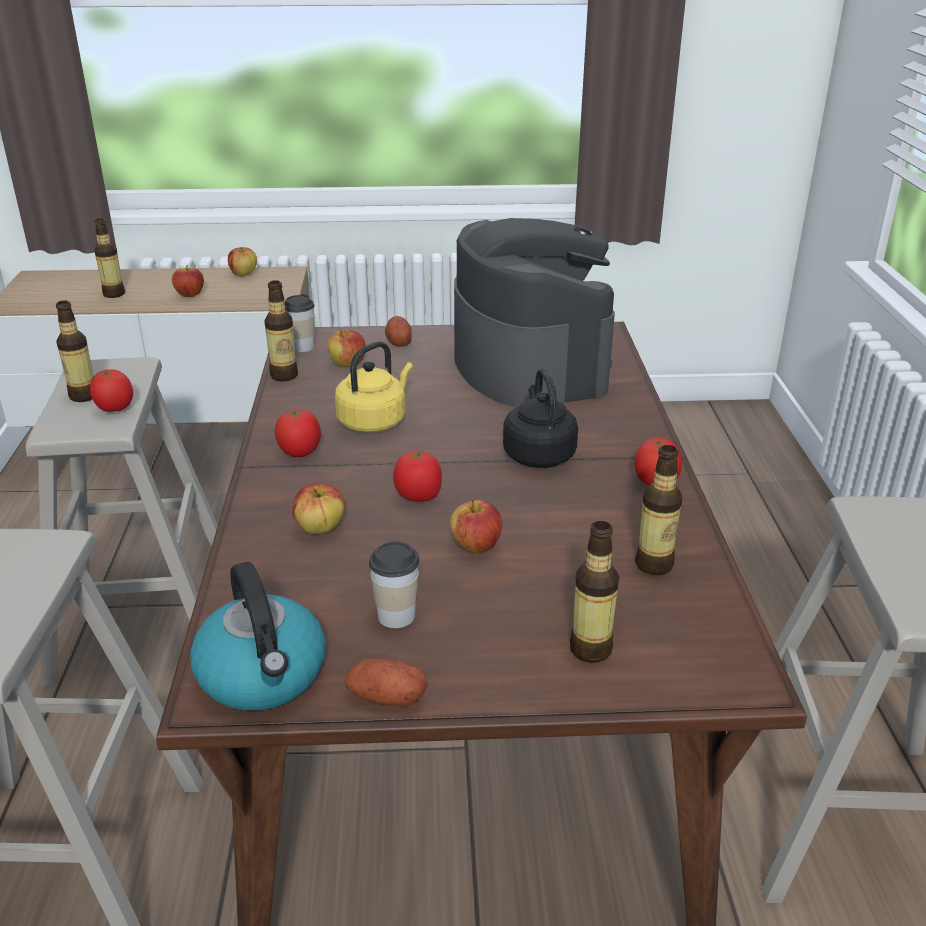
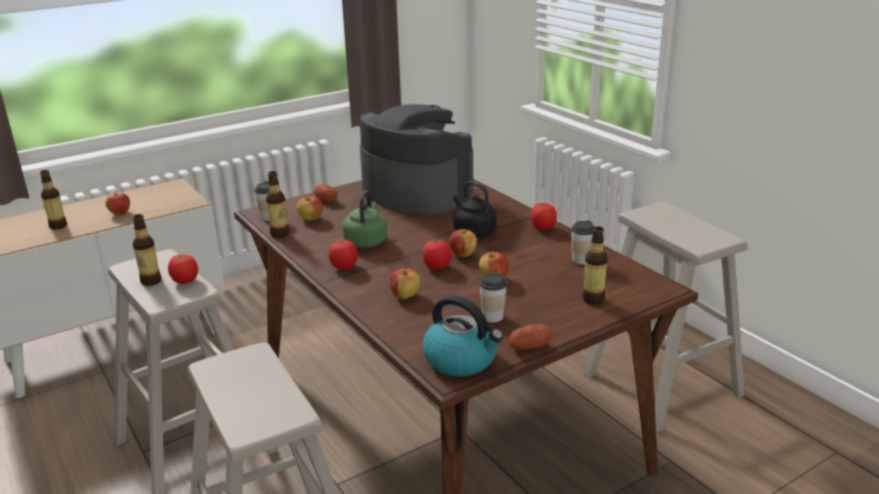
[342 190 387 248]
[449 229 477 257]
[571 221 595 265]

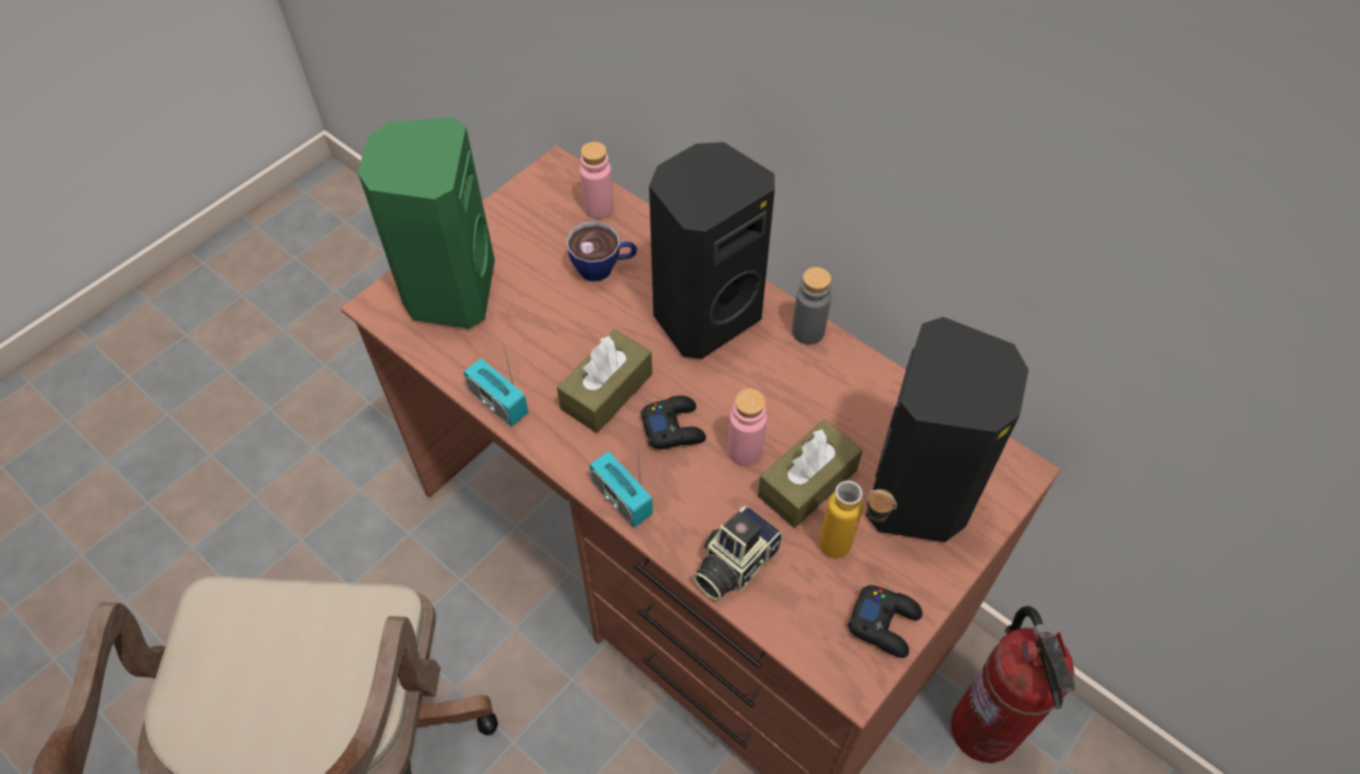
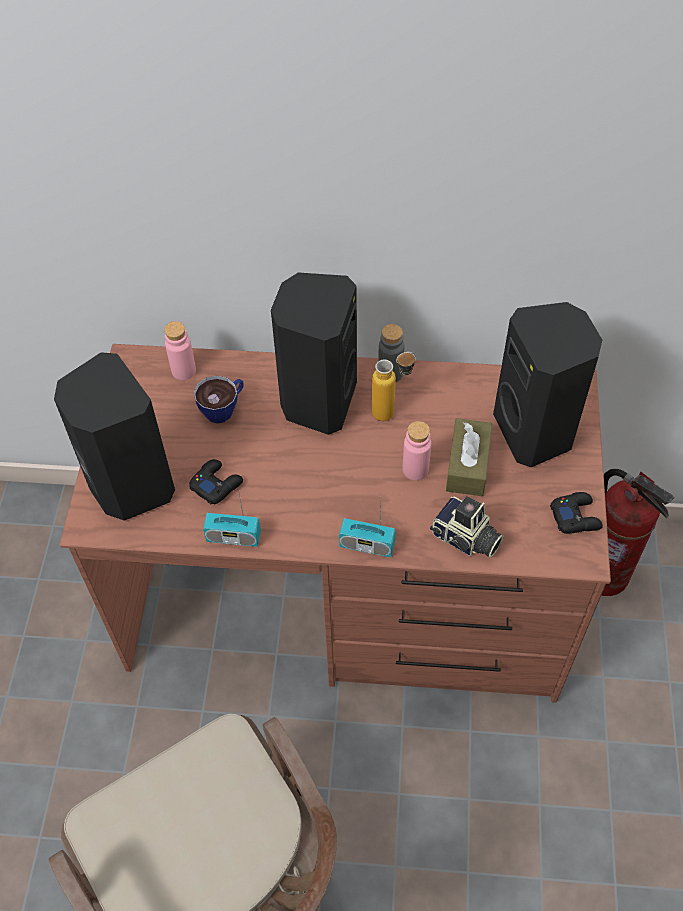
[54 352 175 521]
[189 459 243 504]
[372 352 416 421]
[430 496 504 558]
[557 329 652 433] (first image)

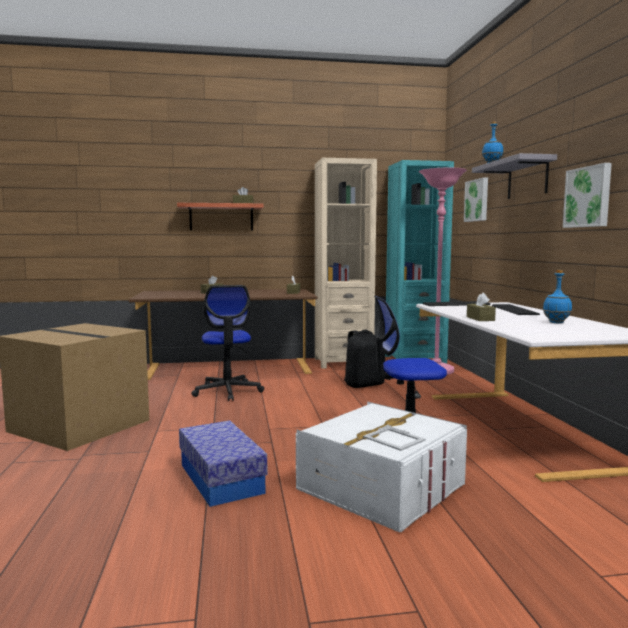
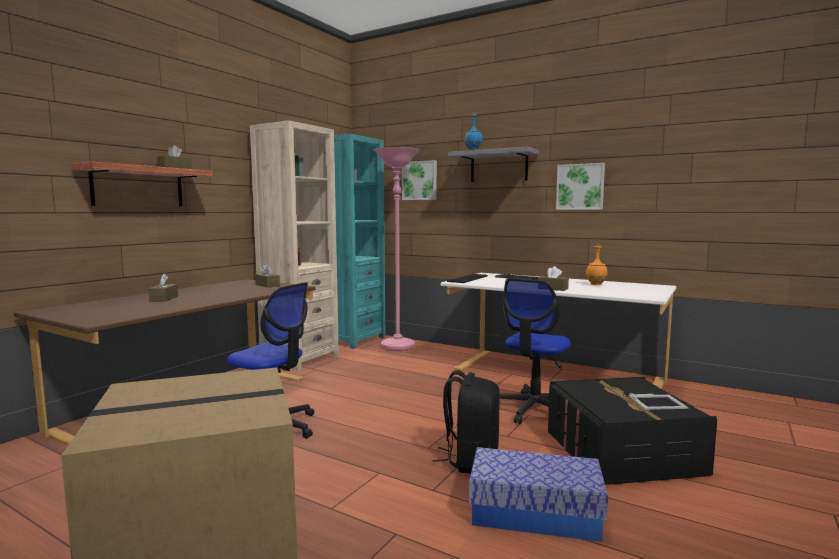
[433 370 500 474]
[548 377 717 485]
[586 244 608 285]

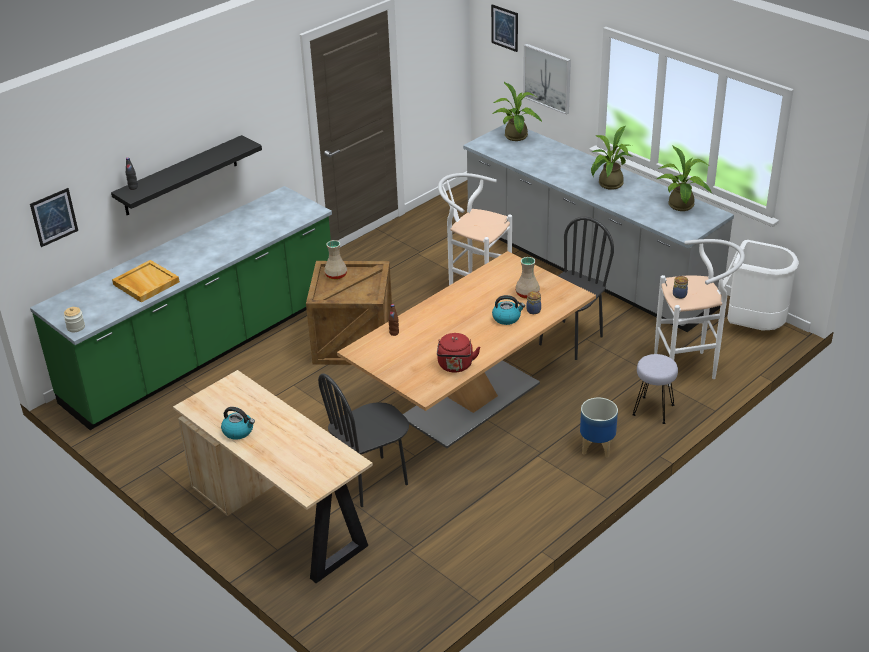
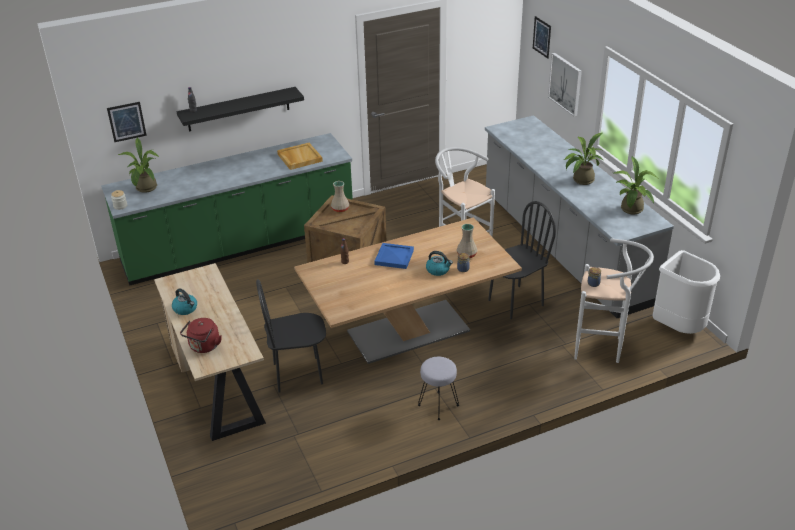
[118 137 159 193]
[180 318 222 353]
[277 143 323 170]
[374 243 414 269]
[418 357 459 420]
[580 398 618 458] (first image)

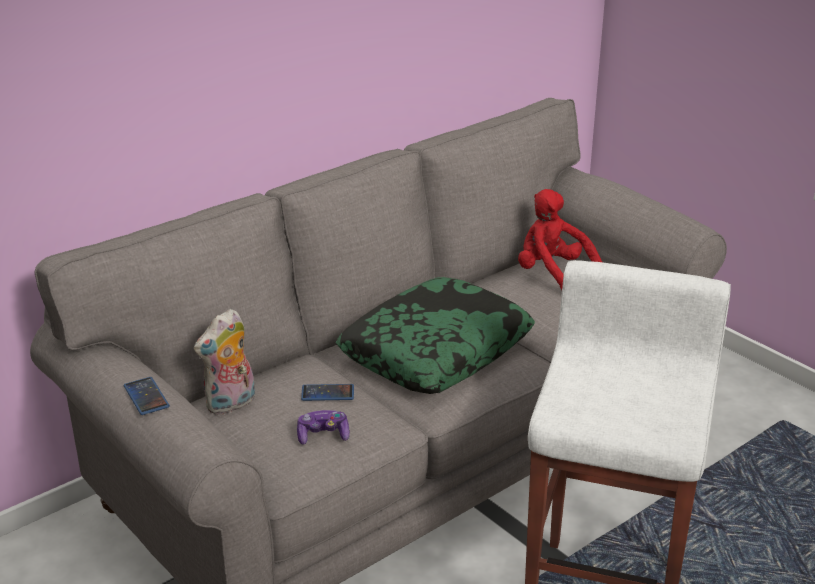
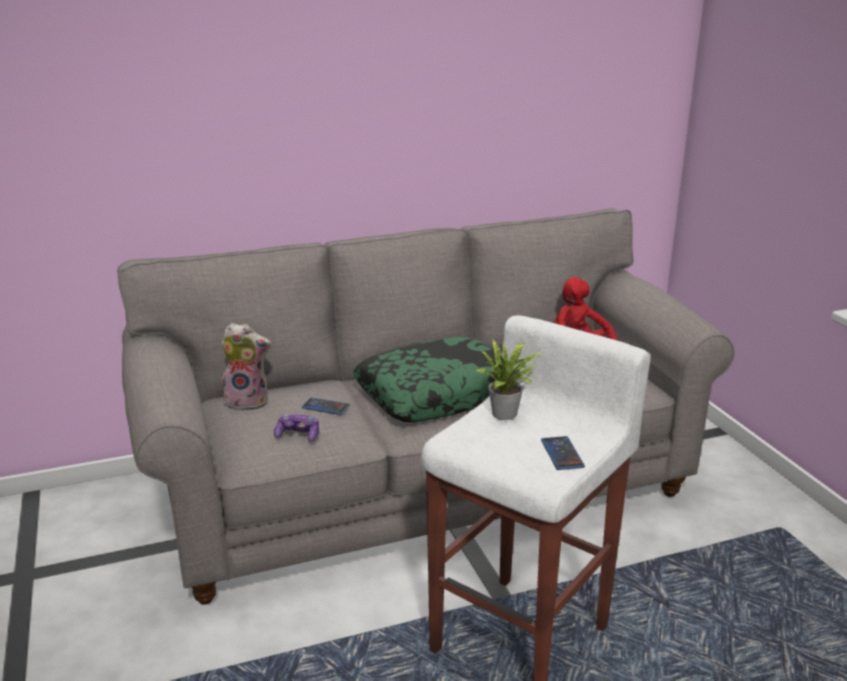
[221 323 271 411]
[476 339 544 420]
[541 436 585 470]

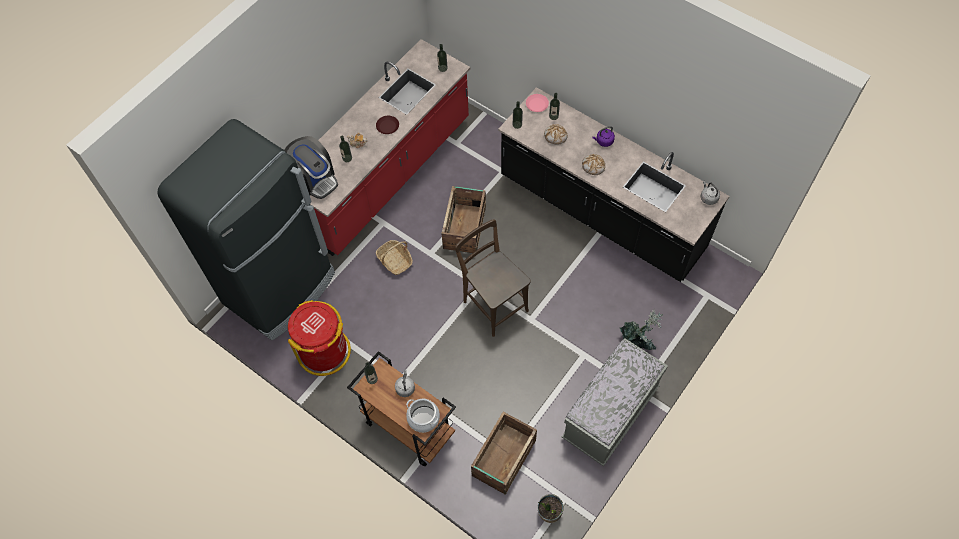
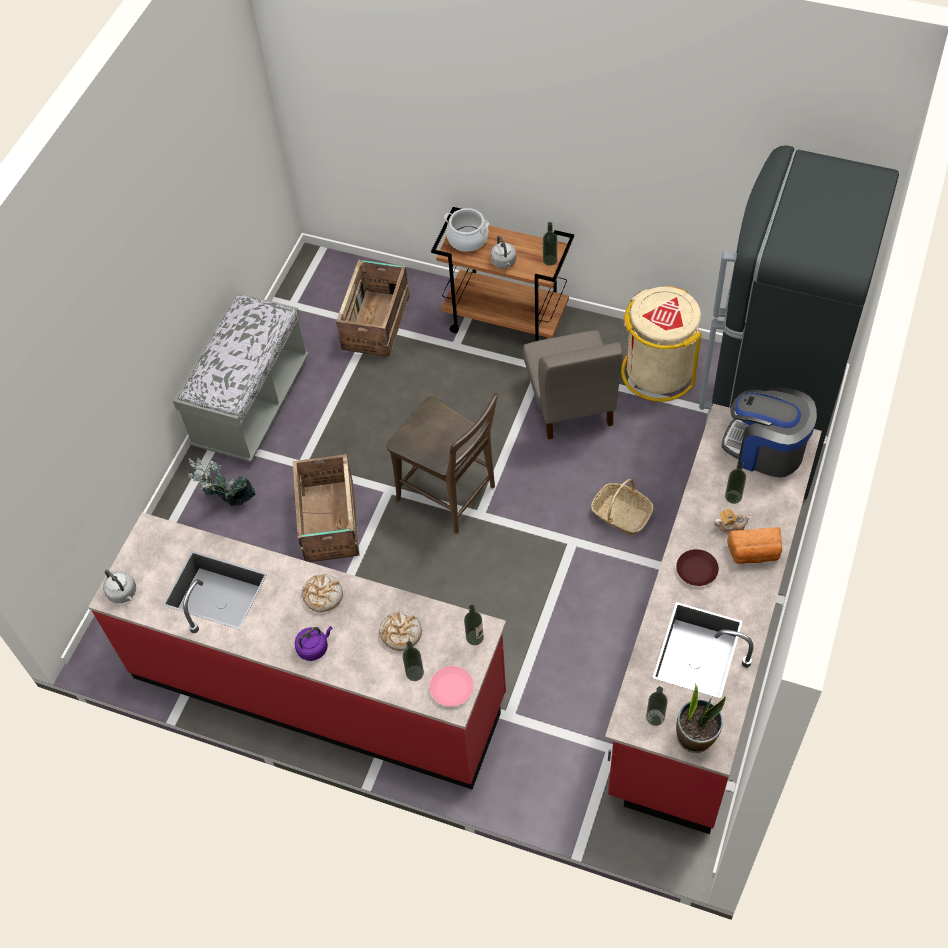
[88 512 506 789]
[293 454 360 562]
[523 330 623 440]
[621 286 701 402]
[676 683 726 753]
[727 527 783 564]

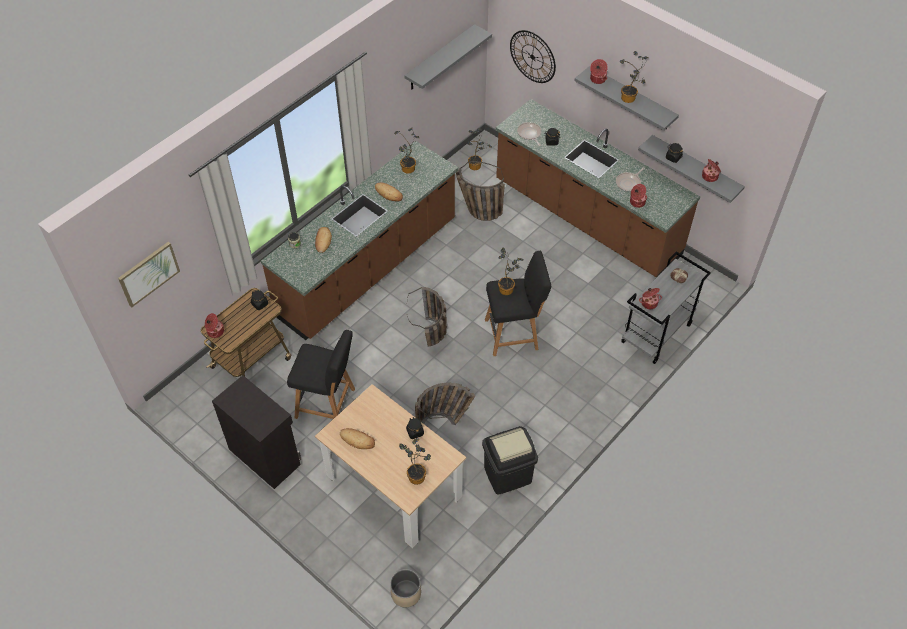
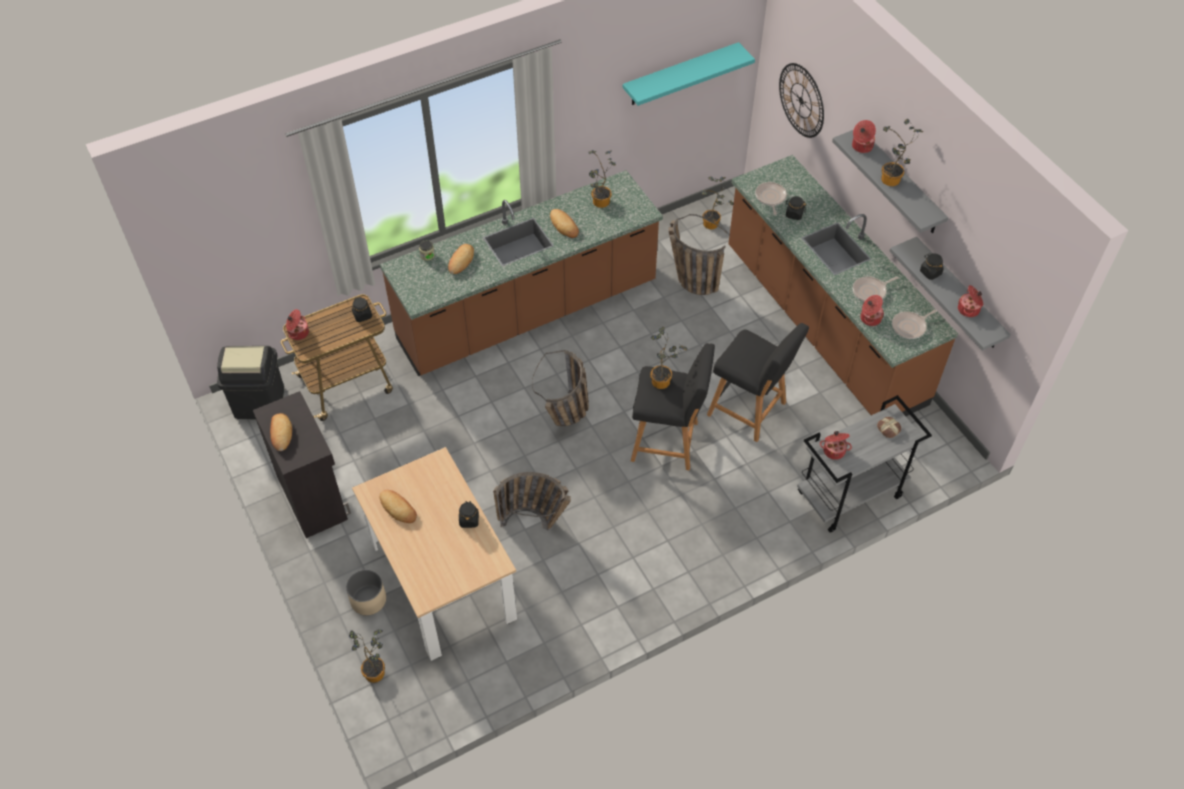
[217 346 284 419]
[270 413 292 451]
[346 570 386 615]
[349 629 385 683]
[623 42 755 106]
[707 323 809 442]
[892 310 937 339]
[118 242 180 307] (first image)

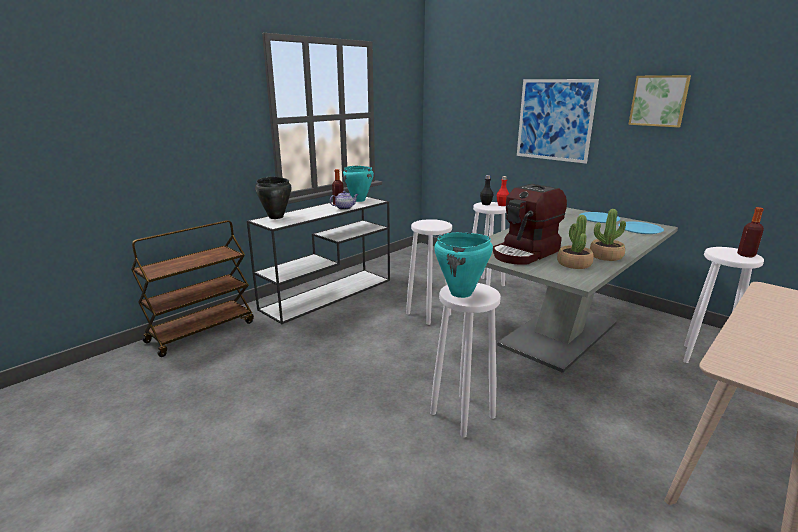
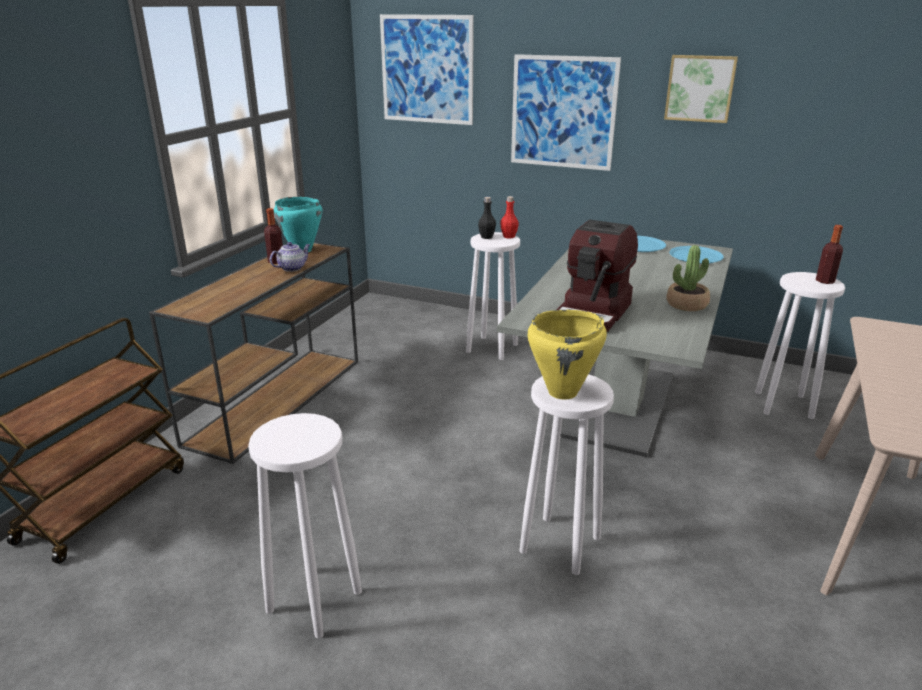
[149 242 358 464]
[248 413 362 638]
[380 14 474 125]
[527 310 607 399]
[255 177 292 219] (first image)
[557 215 594 269] (first image)

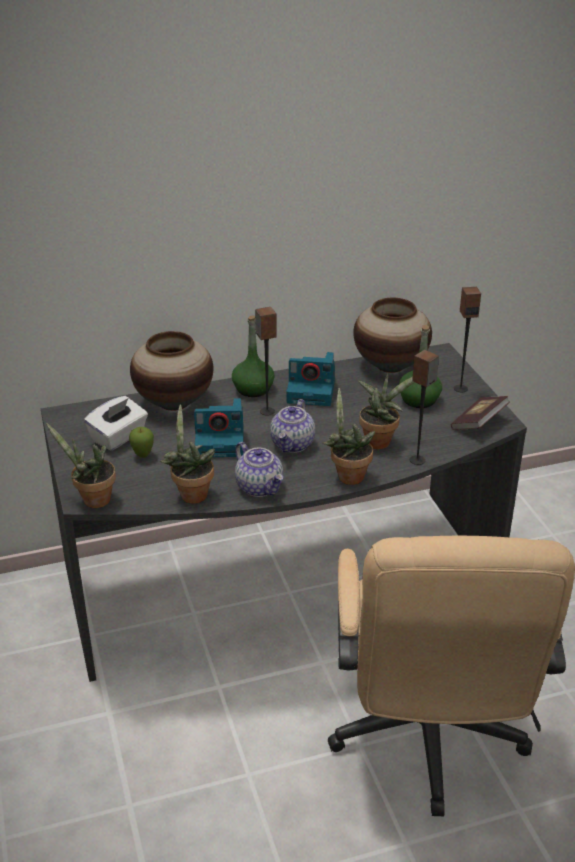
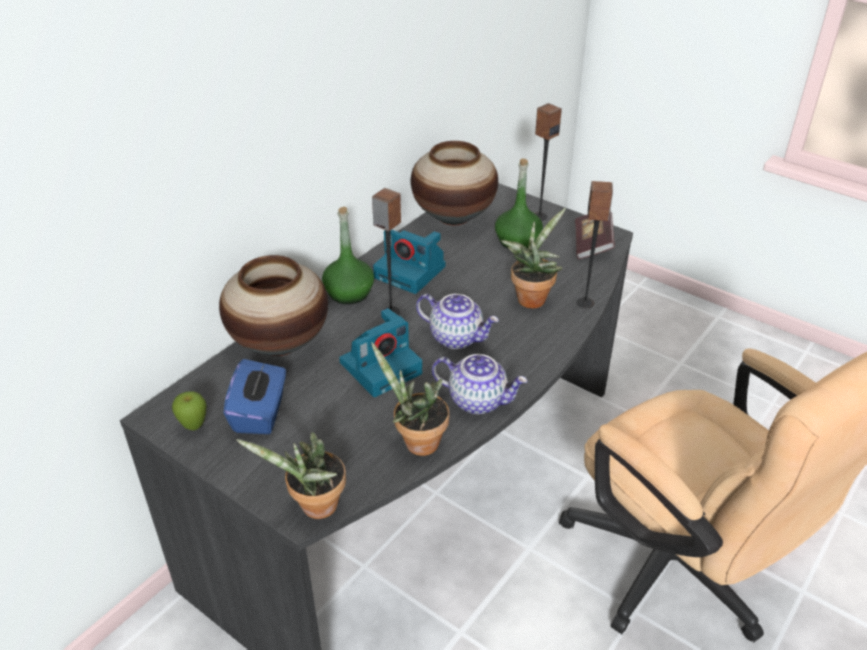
[172 391 206 430]
[223 359 286 434]
[373 230 446 294]
[416 294 499 349]
[322 388 375 485] (first image)

